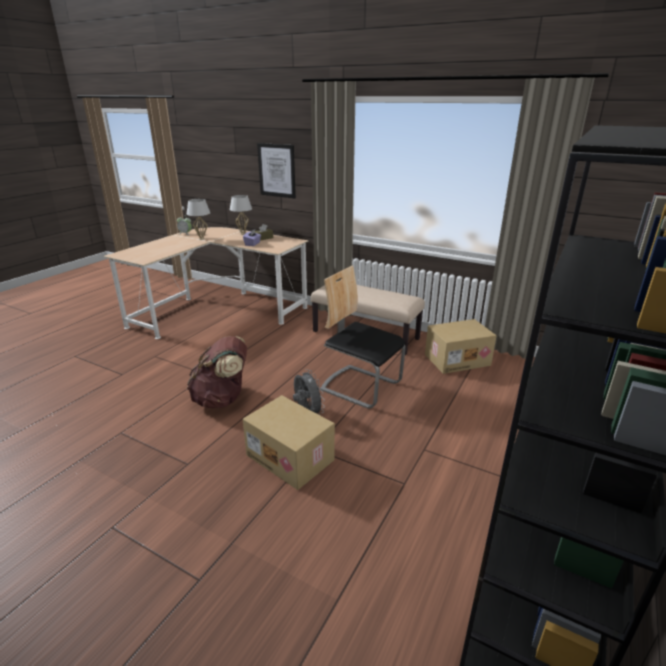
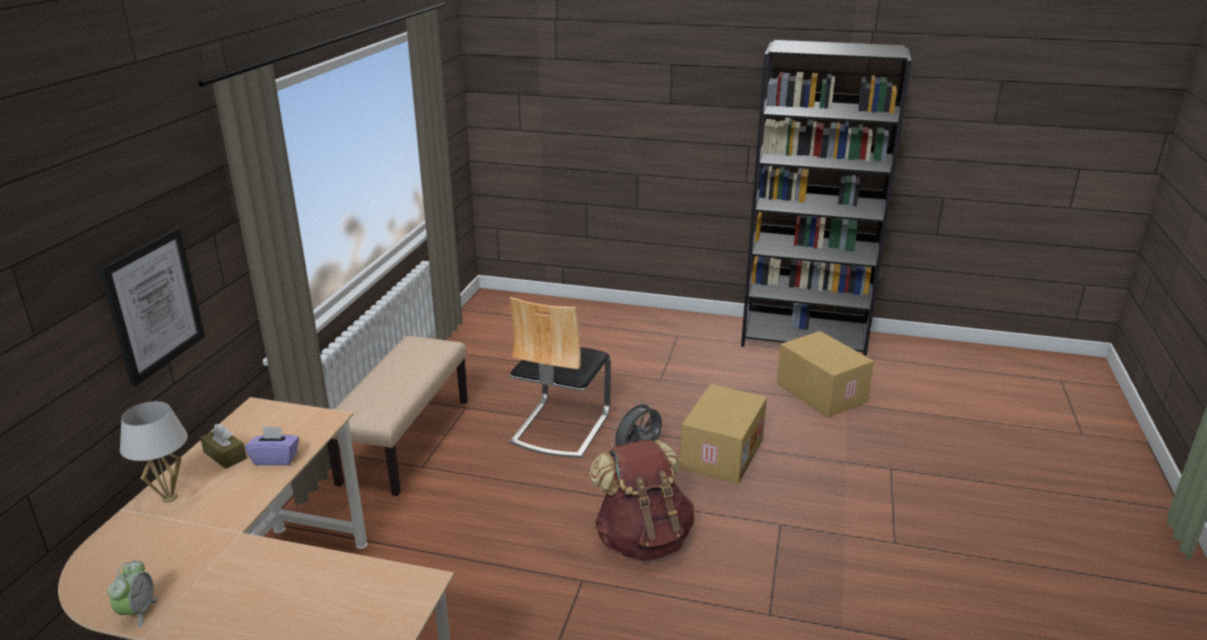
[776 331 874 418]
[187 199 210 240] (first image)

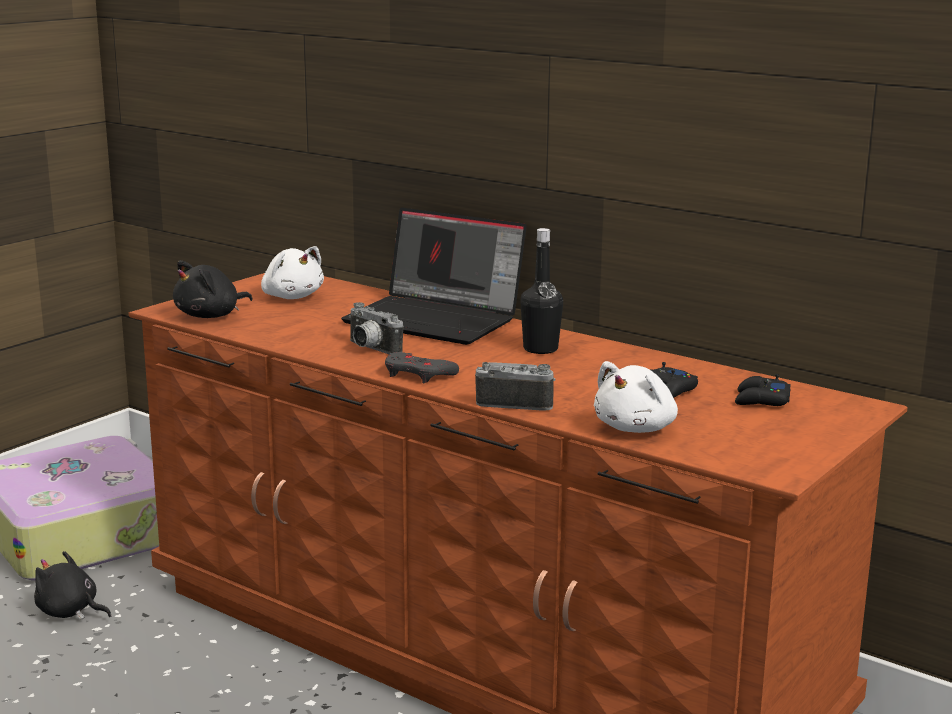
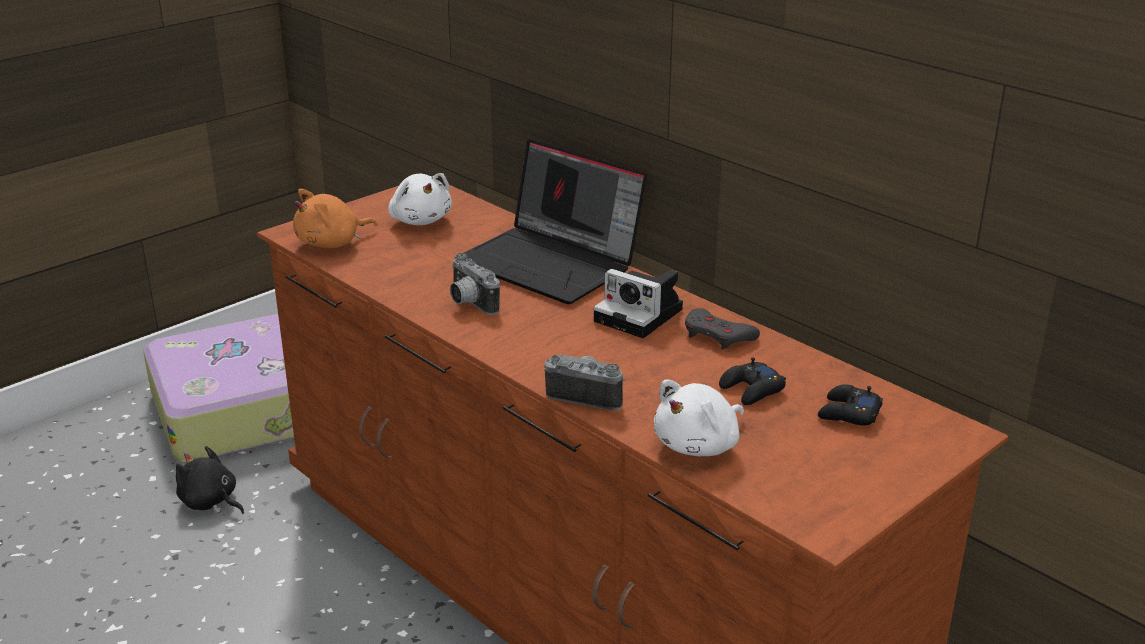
[293 189 378 248]
[594 269 683 338]
[685 308 760 350]

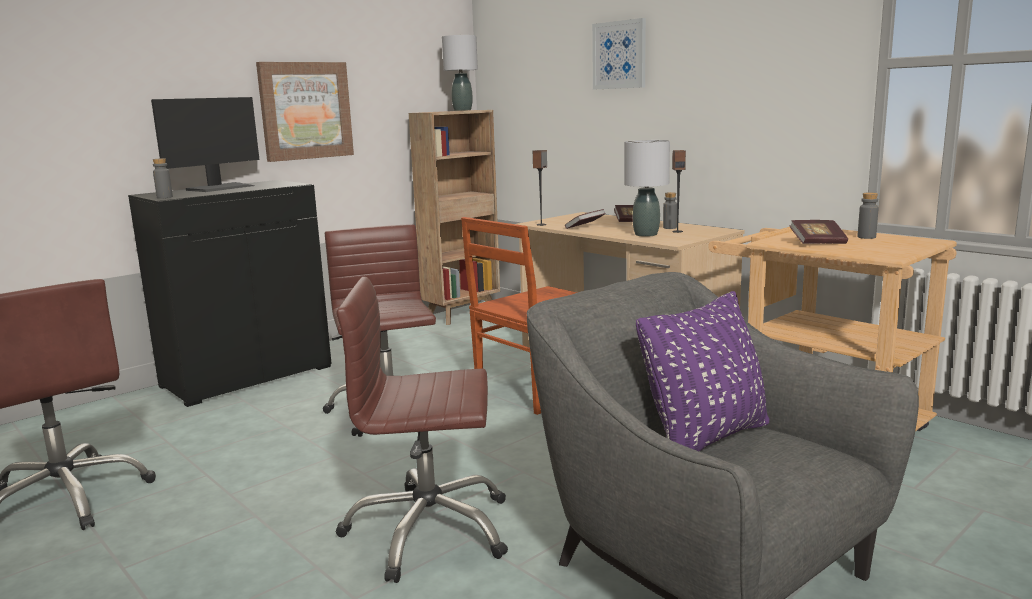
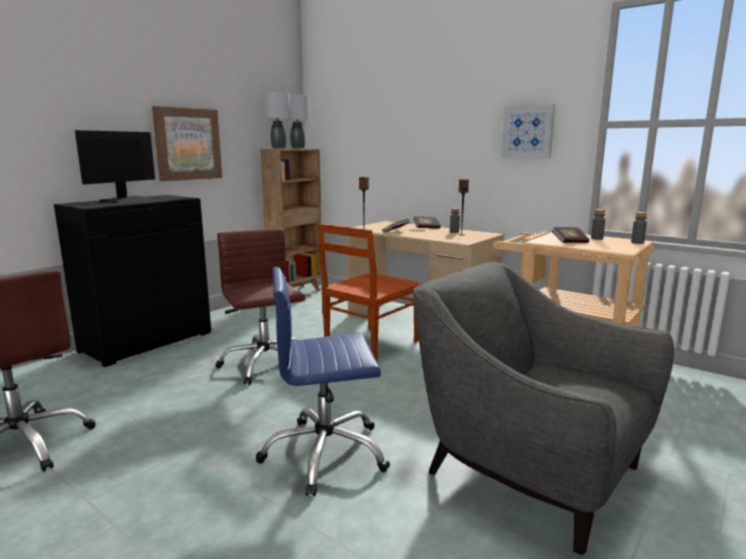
[256 267 390 496]
[263 92 290 149]
[501 104 555 158]
[631 212 647 244]
[636 291 769 452] (first image)

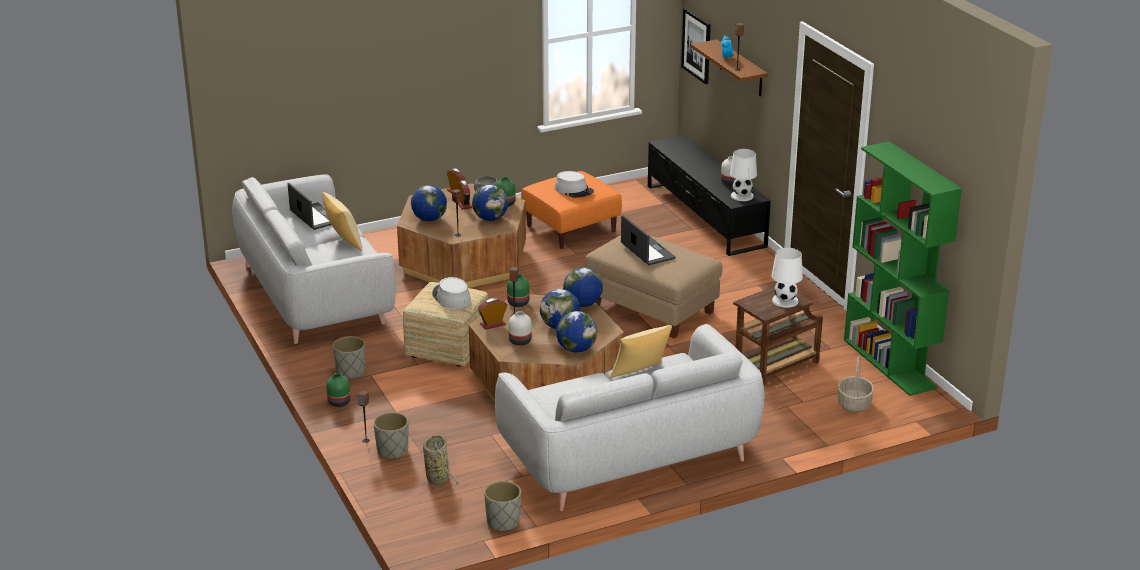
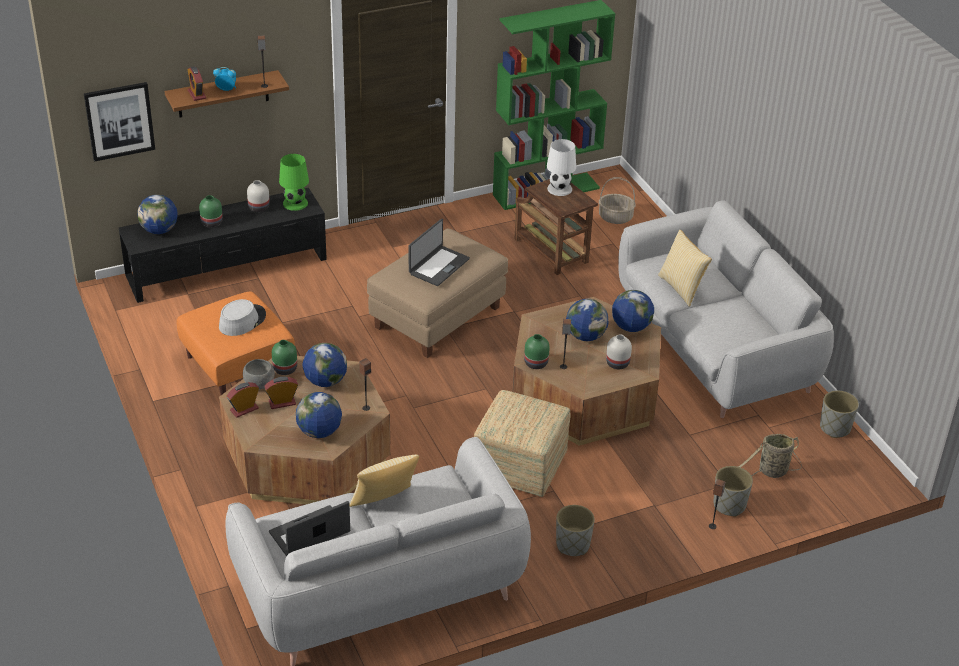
[138 195 178 234]
[188 66 206 101]
[199 195 223 228]
[279 154 309 211]
[409 219 470 286]
[432 277 471 309] (first image)

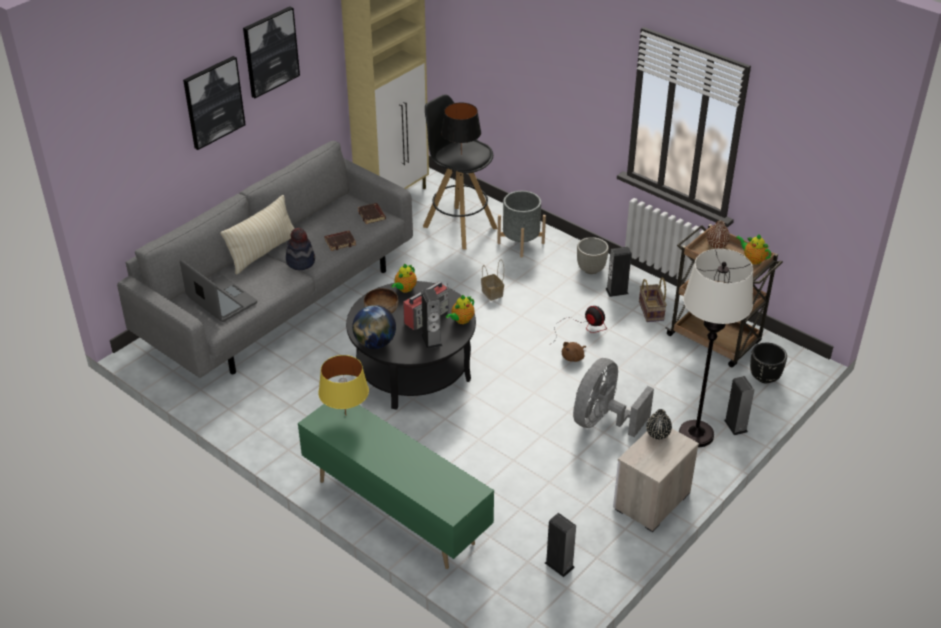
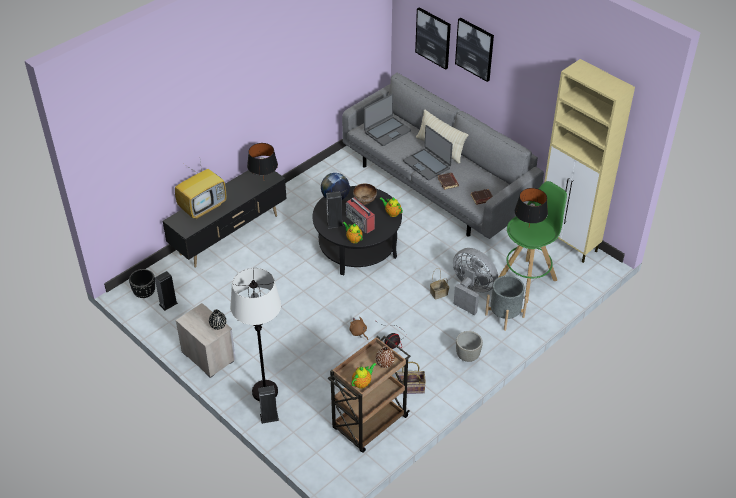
[129 269 155 298]
[163 170 286 267]
[175 154 226 219]
[247 143 278 178]
[403 125 453 180]
[415 7 451 70]
[453 248 498 315]
[499 181 567 303]
[606 247 631 297] (first image)

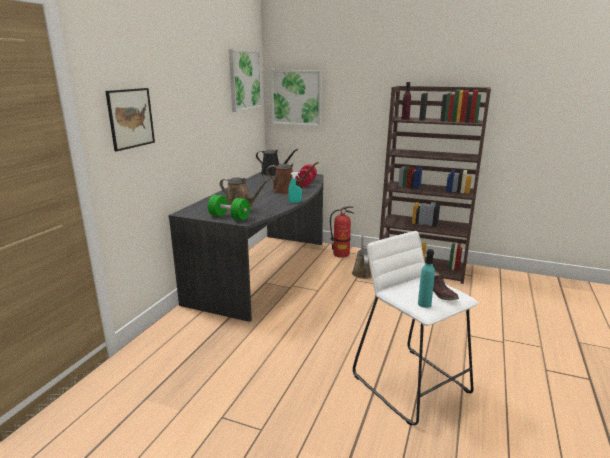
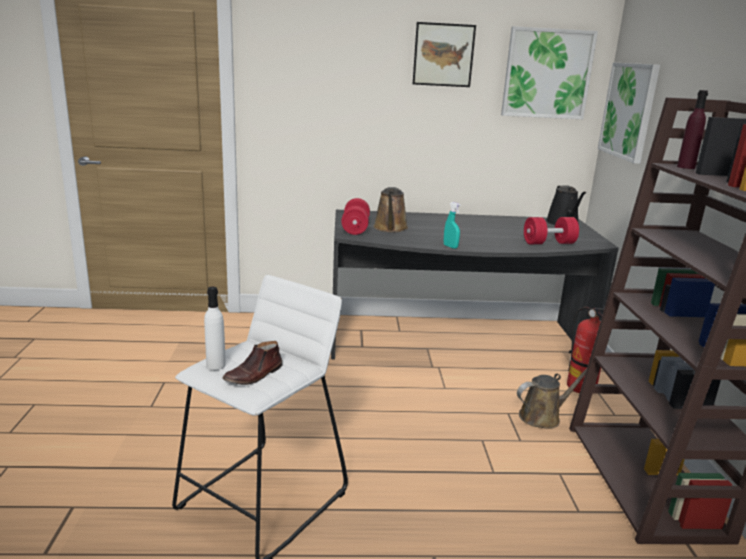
[204 287 226 370]
[341 198 370 235]
[413 22 476 87]
[266 162 319 194] (first image)

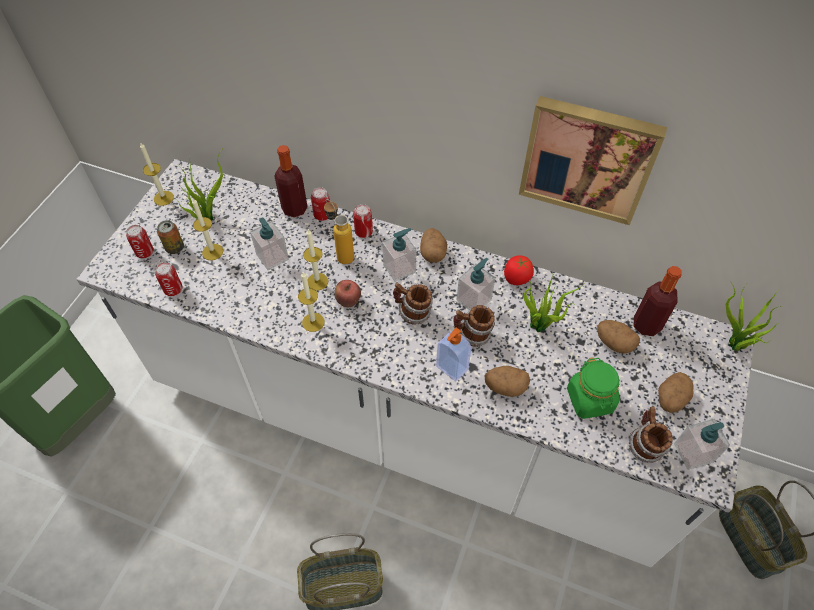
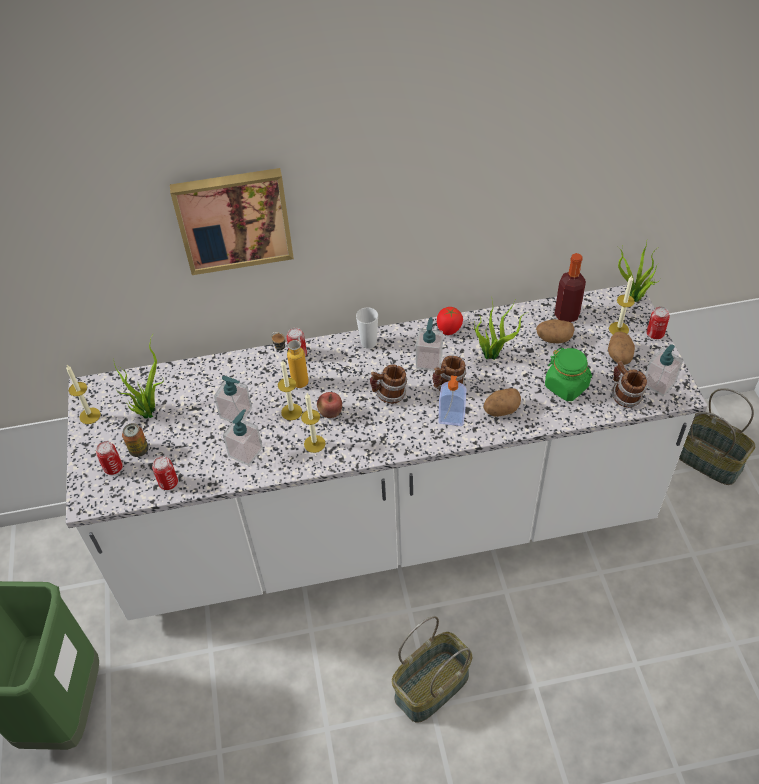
[170 168 294 275]
[223 409 263 466]
[356 307 378 349]
[609 276 635 334]
[647 307 670 339]
[274 145 308 218] (first image)

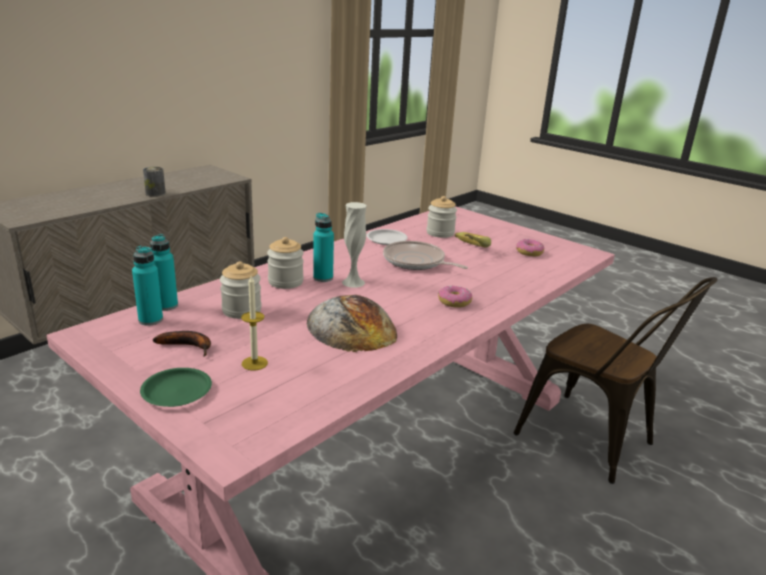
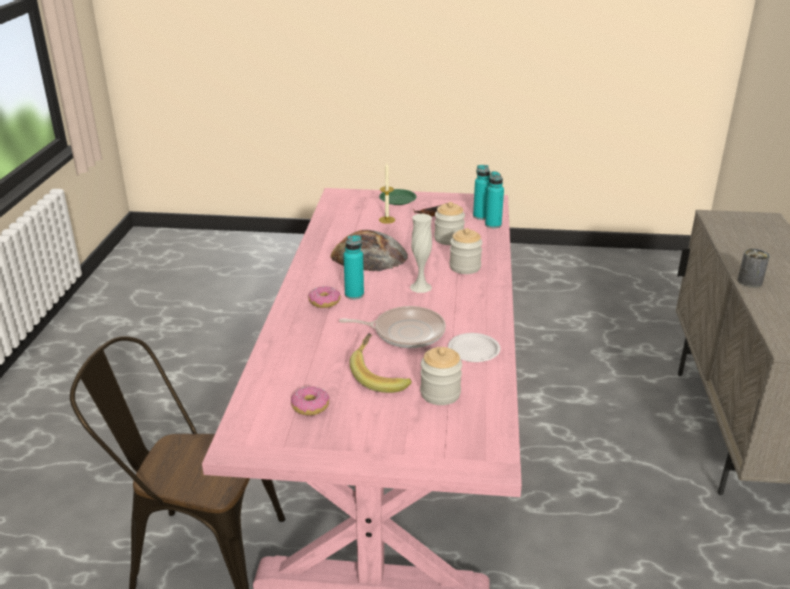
[343 235 364 300]

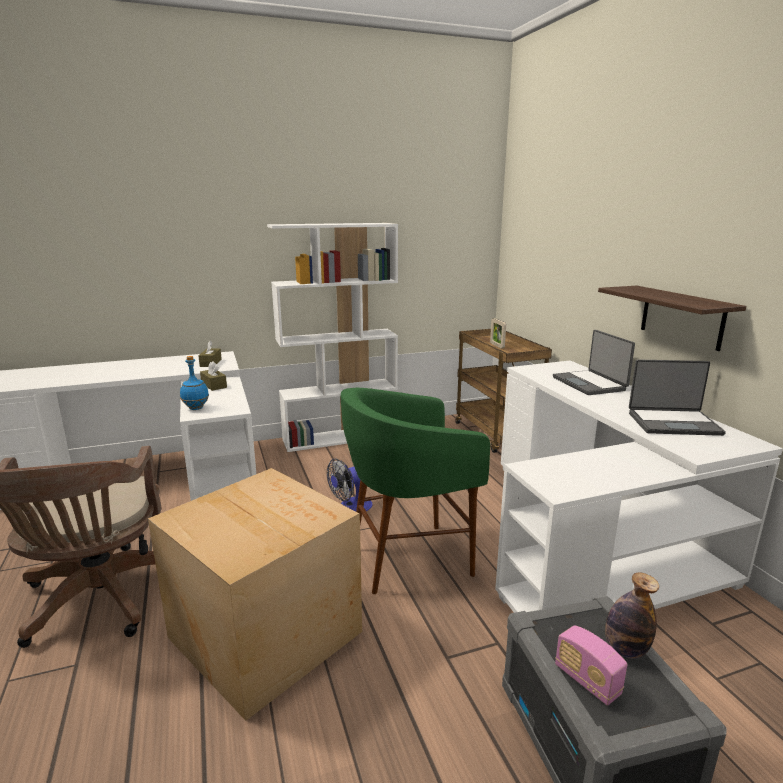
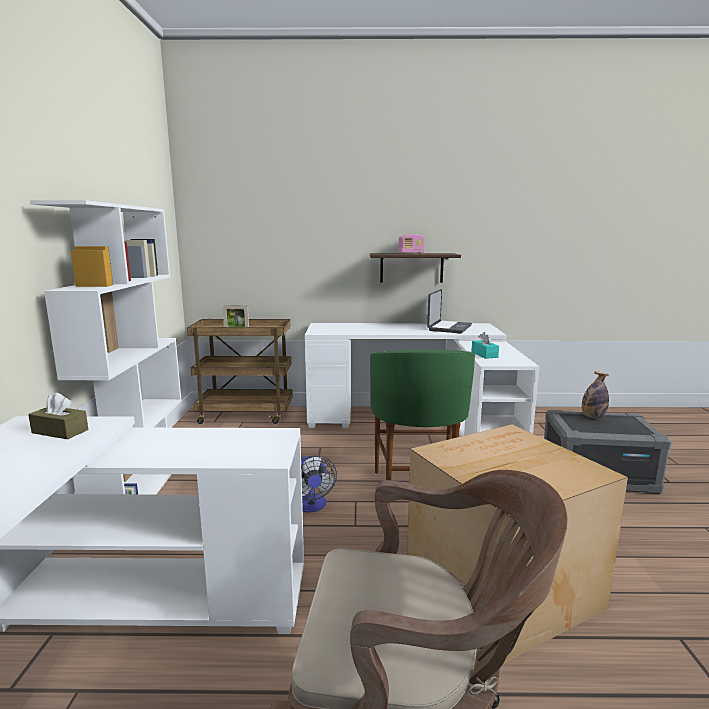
[398 234 425 254]
[471 332 499 359]
[180 356 209 410] (first image)
[200 361 227 391] (first image)
[553 330 635 395] (first image)

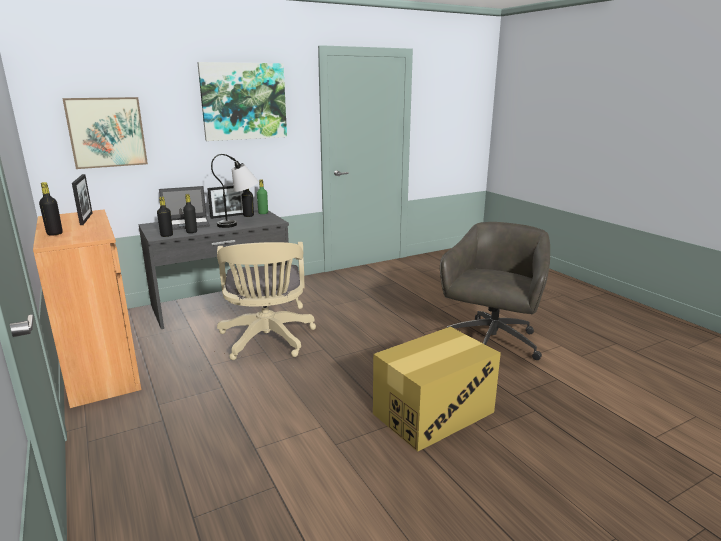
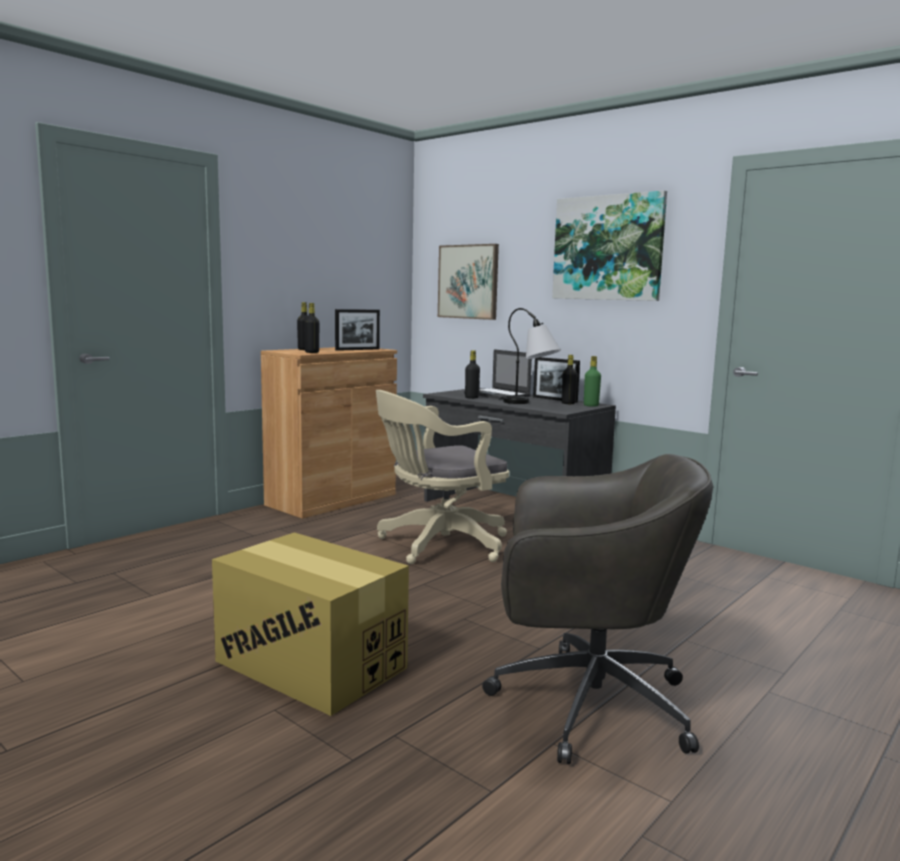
[304 303 319 353]

